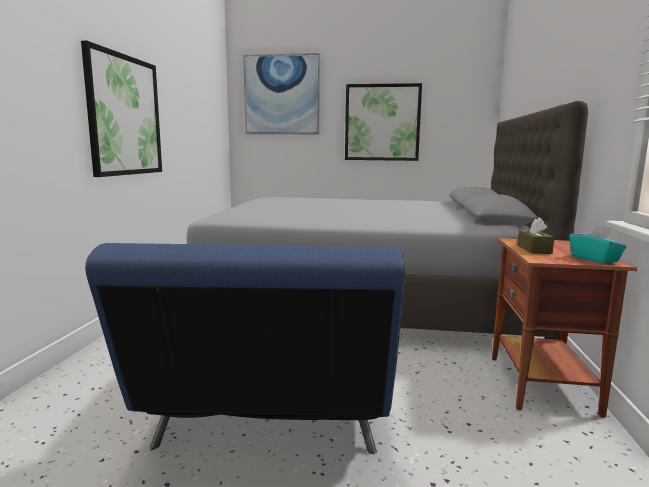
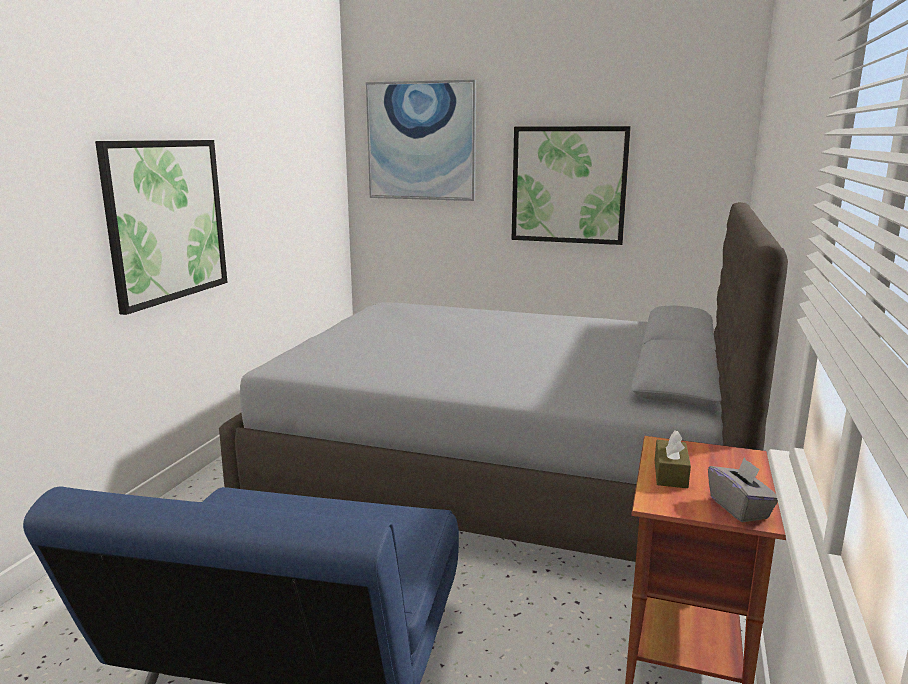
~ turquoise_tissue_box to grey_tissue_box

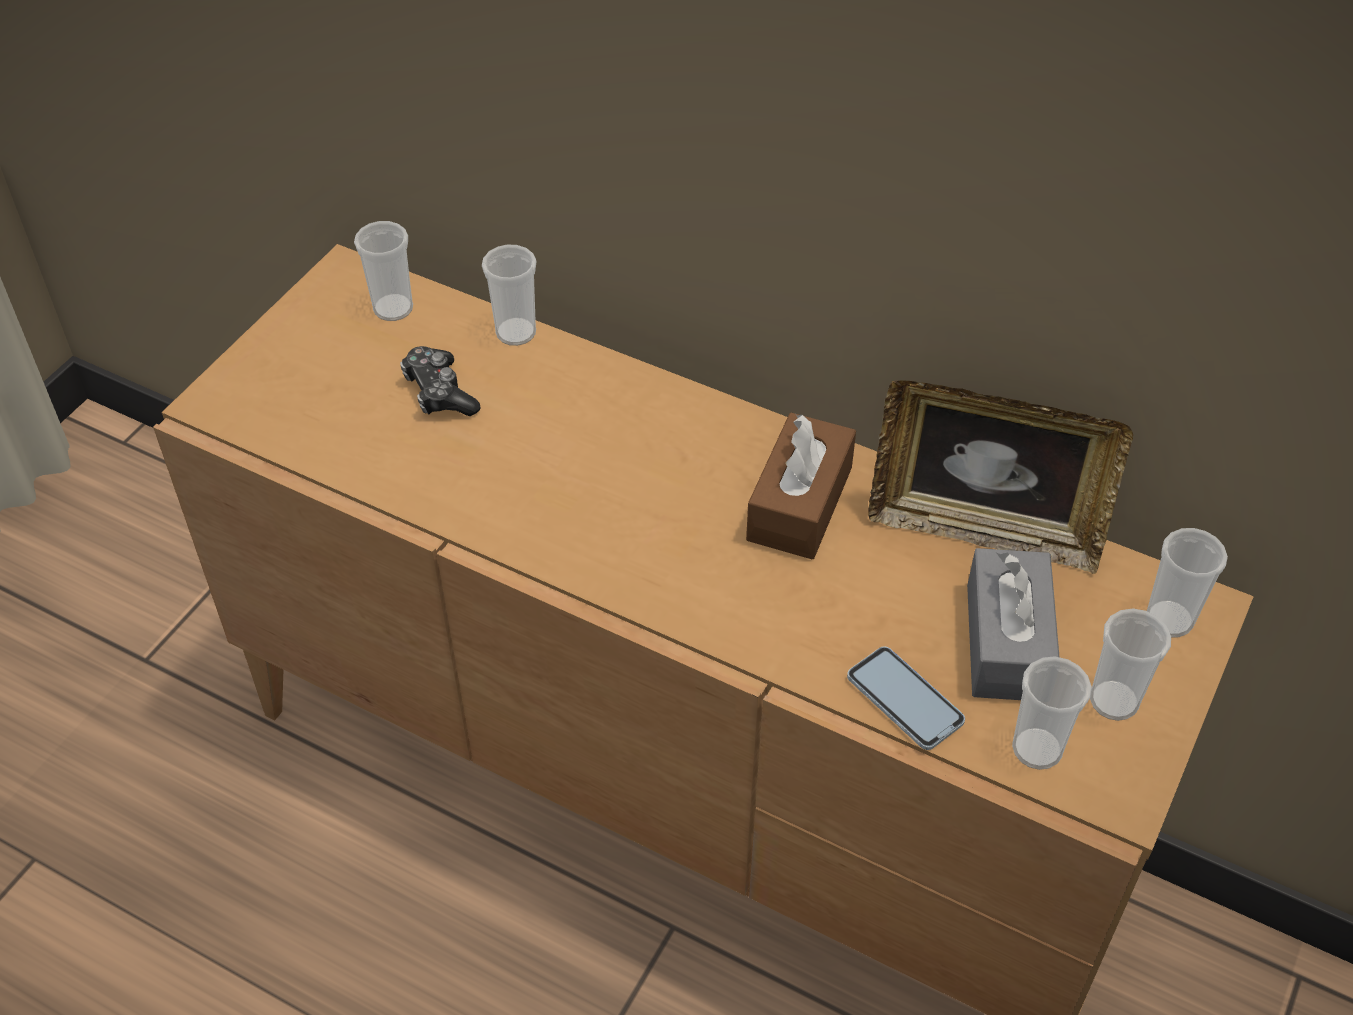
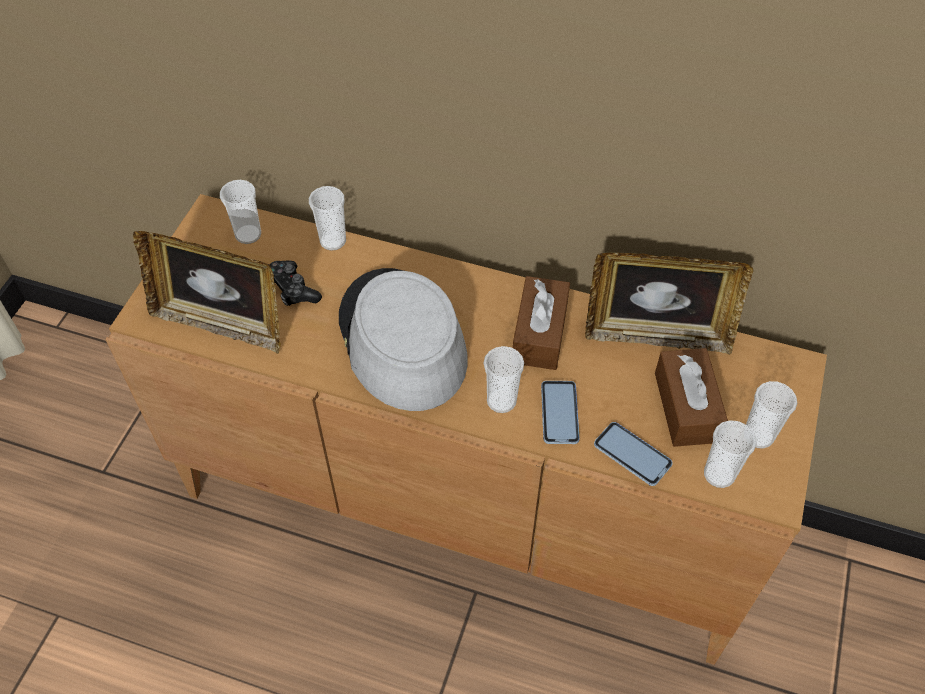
~ grey_tissue_box to brown_tissue_box (2nd from left)
~ cup (5th from left in the first image) to cup (3rd from left)
+ picture_frame (1st from left)
+ grey_hat
+ phone (1st from left)

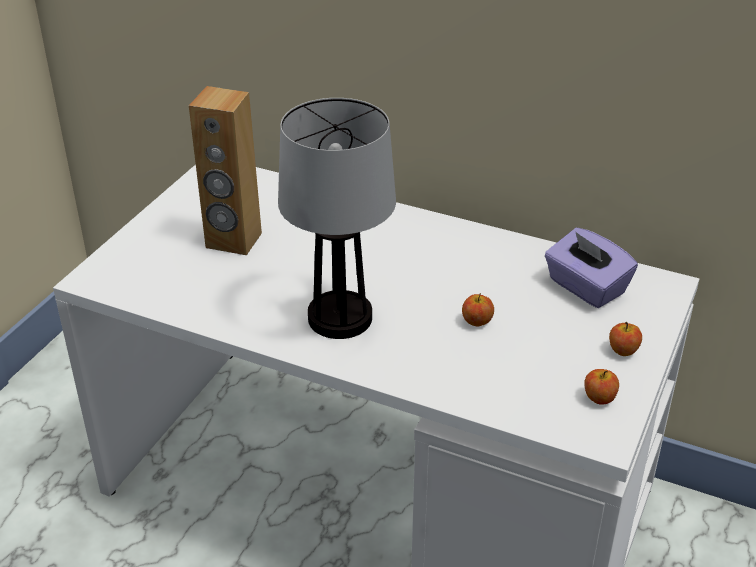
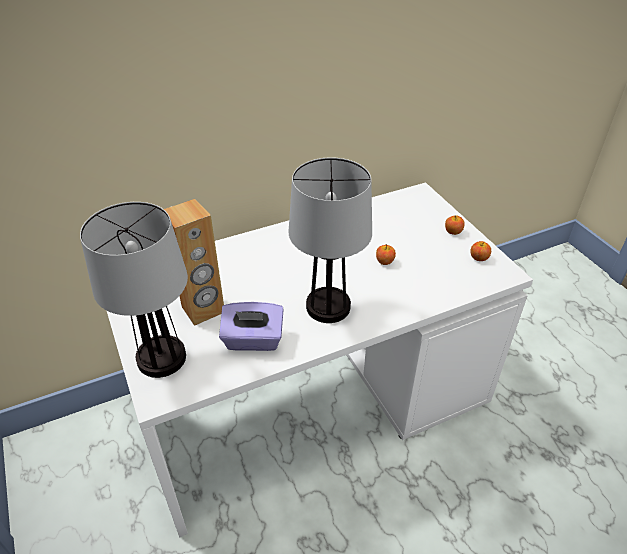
~ purple_tissue_box
+ table_lamp (1st from left)

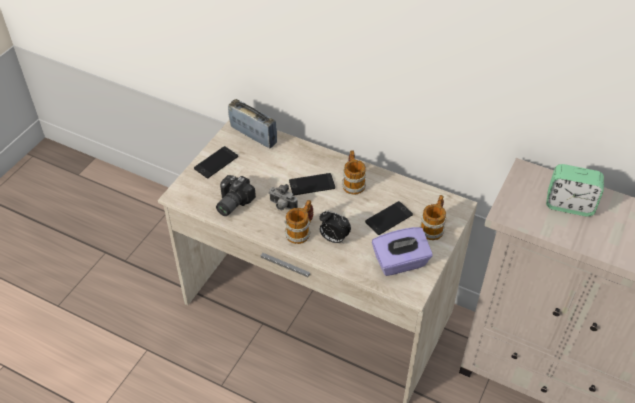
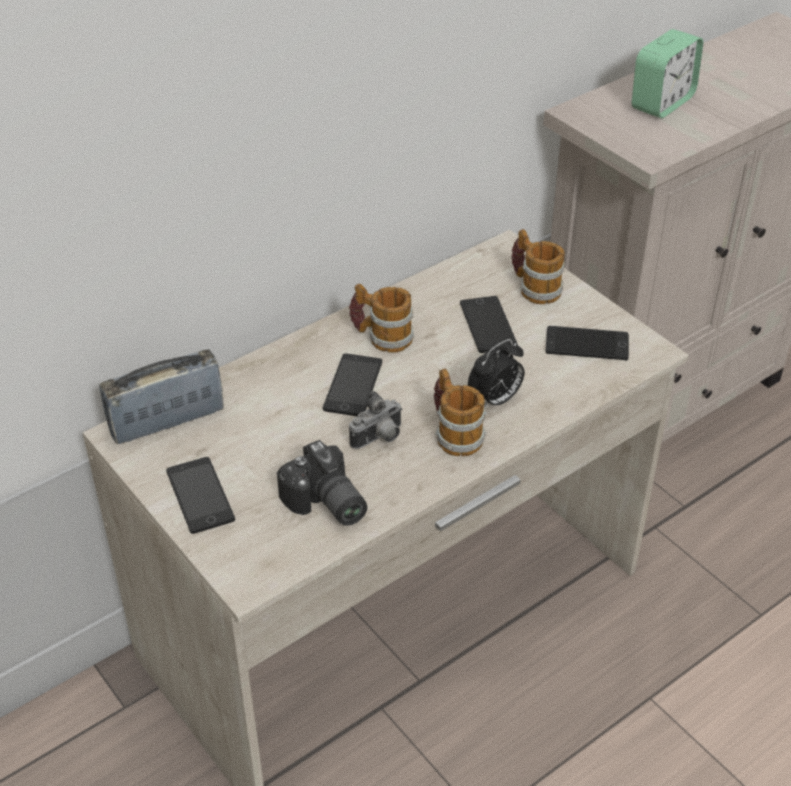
~ purple_tissue_box to phone (4th from left)

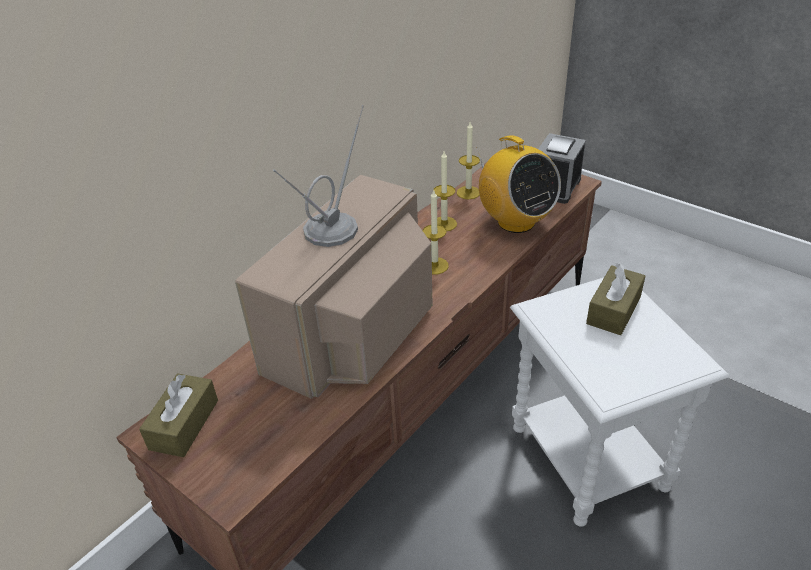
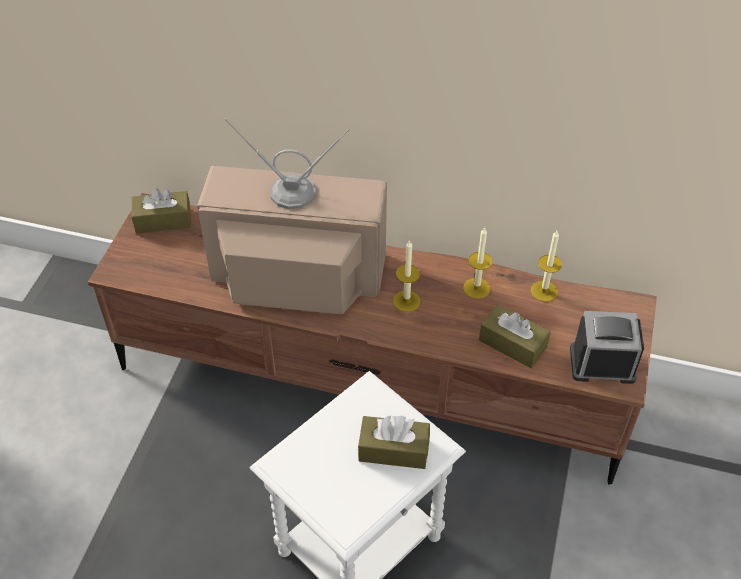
~ radio to brown_tissue_box (3rd from left)

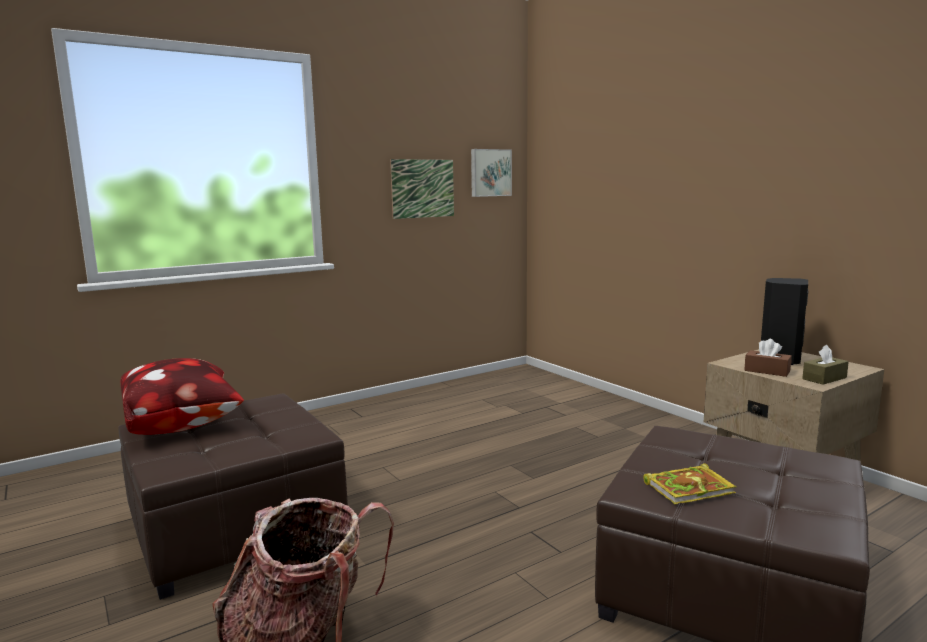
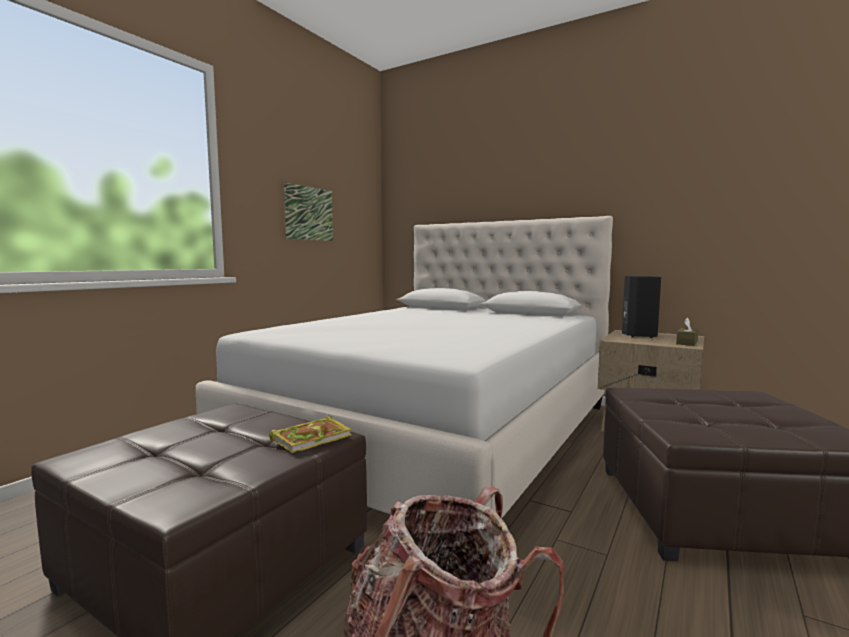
- pillow
- picture (2nd from left)
~ book
- brown_tissue_box (1st from left)
+ white_bed

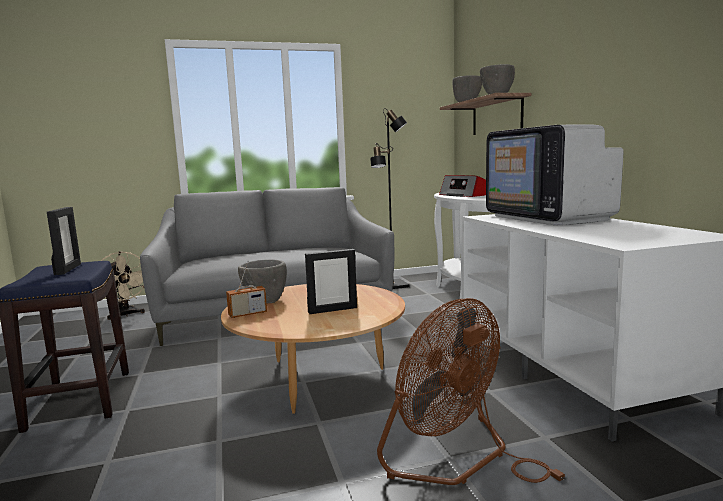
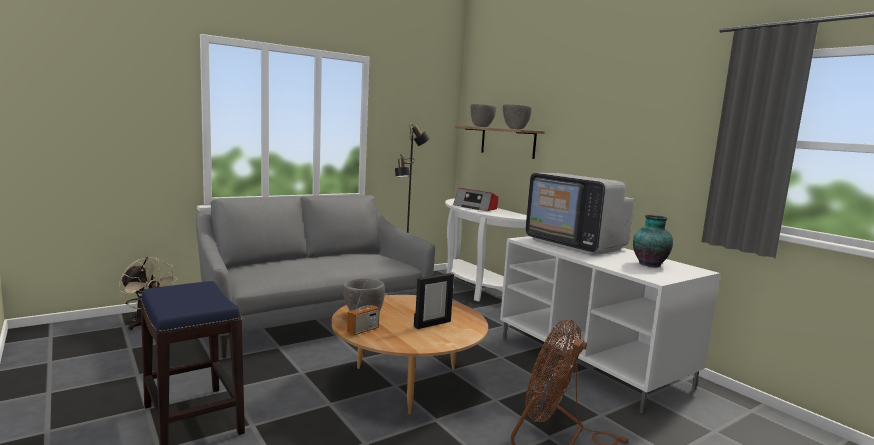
- picture_frame (1st from left)
+ vase

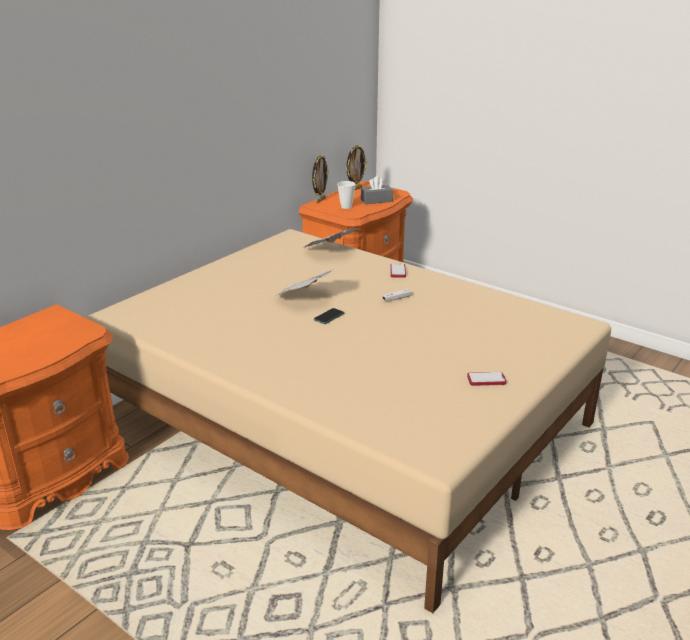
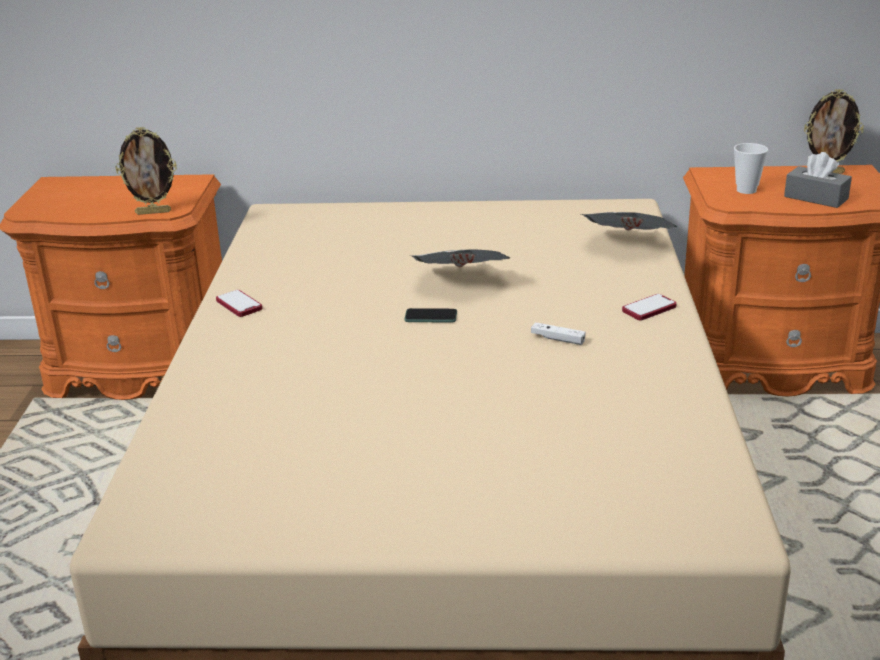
~ picture_frame (1st from left)
~ phone (3rd from left in the first image) to phone (1st from left)

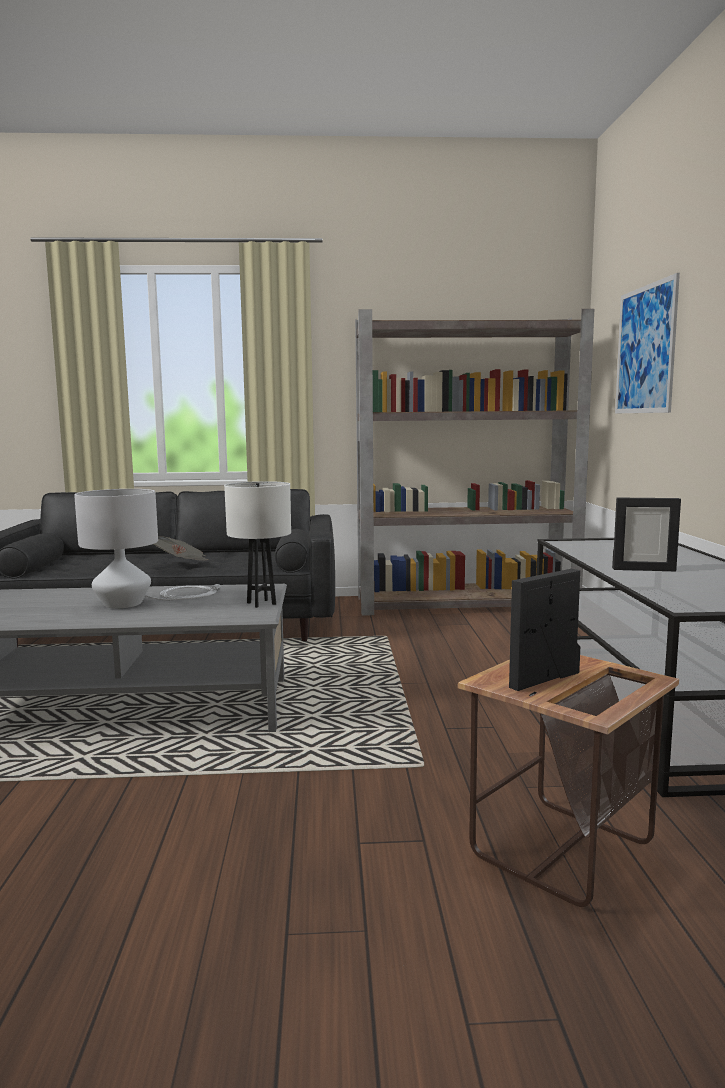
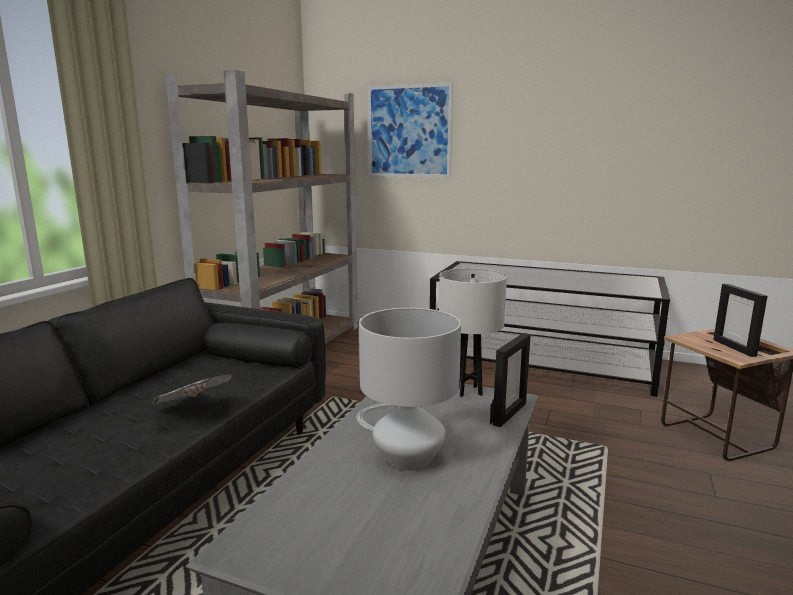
~ picture_frame (2nd from left in the first image) to picture_frame (1st from left)

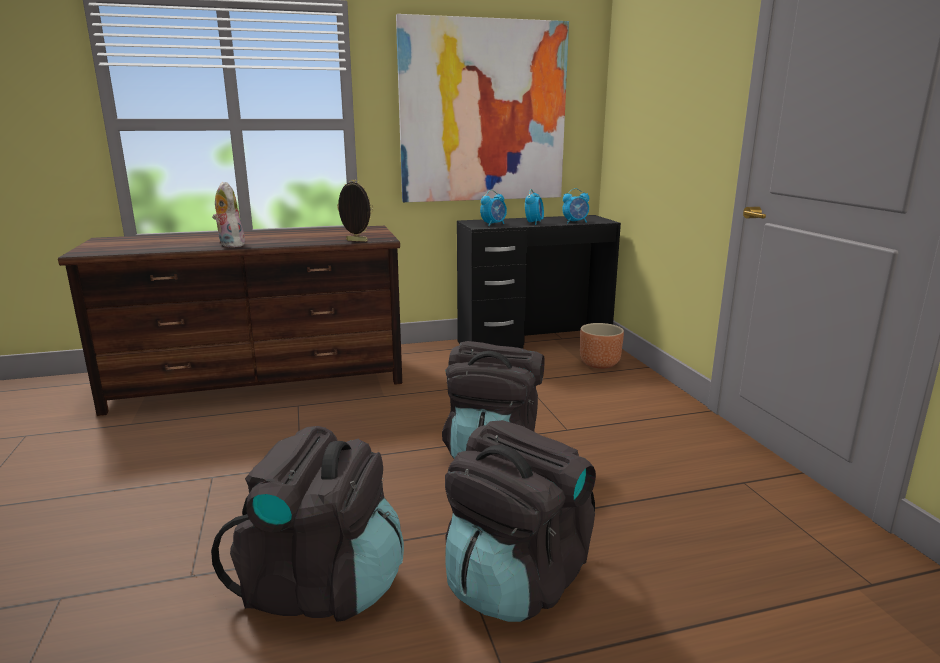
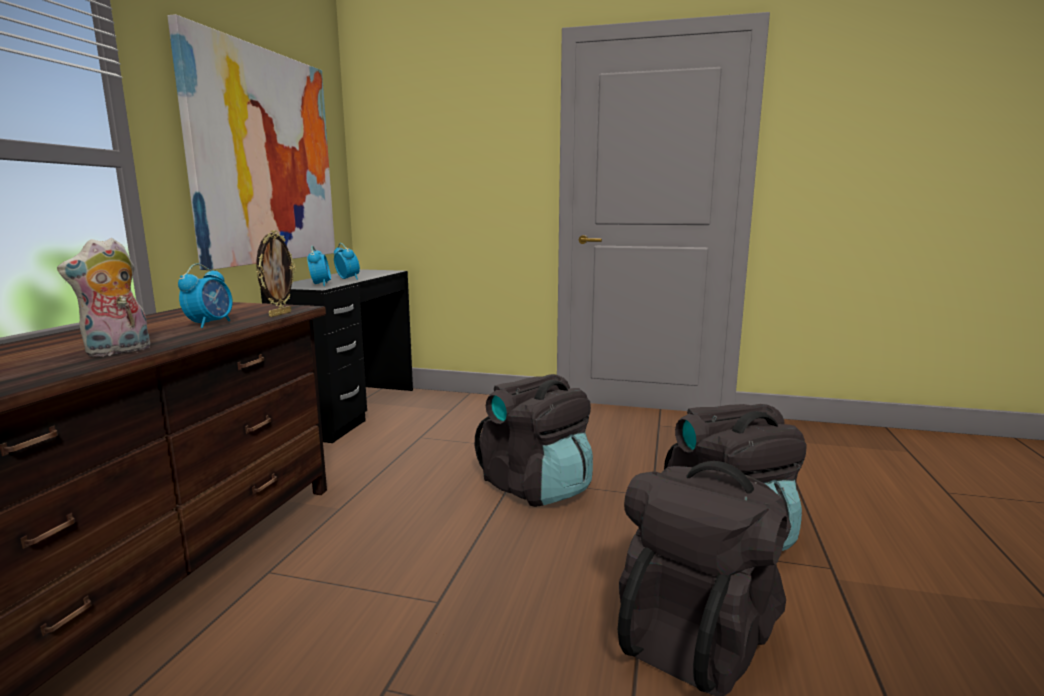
~ plush_toy 45 degrees counterclockwise
~ picture_frame 150 degrees clockwise
~ alarm_clock (3rd from left in the first image) to alarm_clock (1st from left)
- brown_planter

